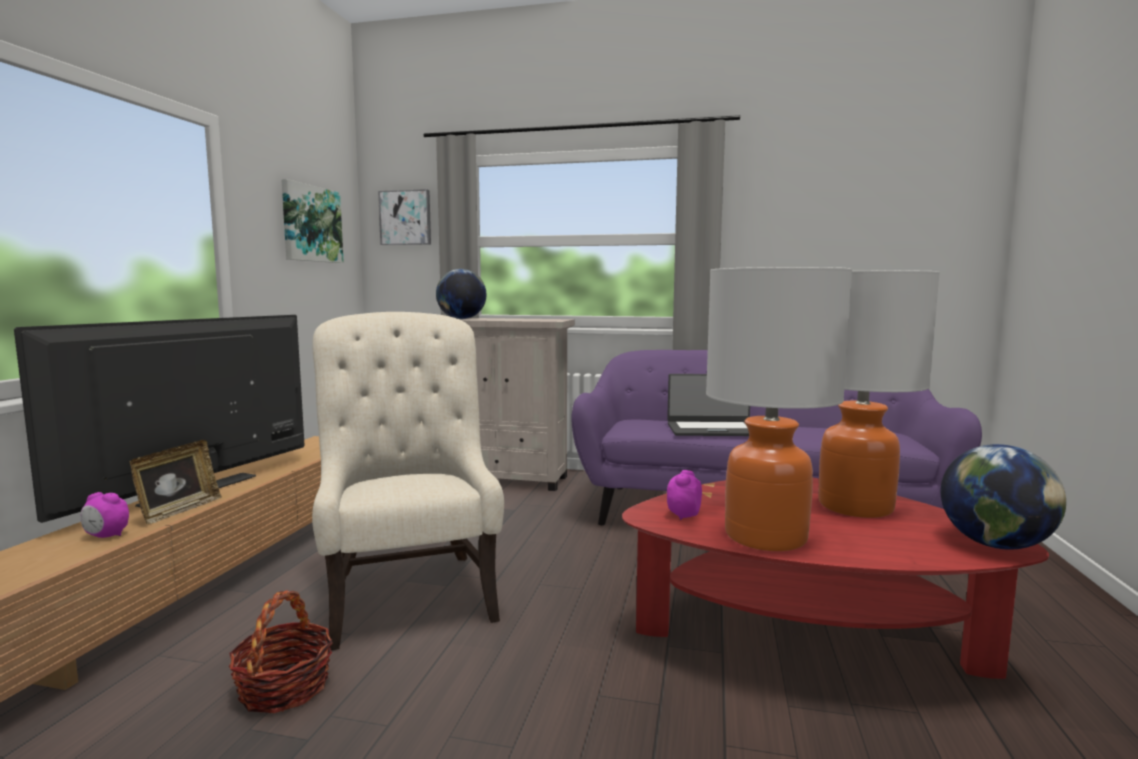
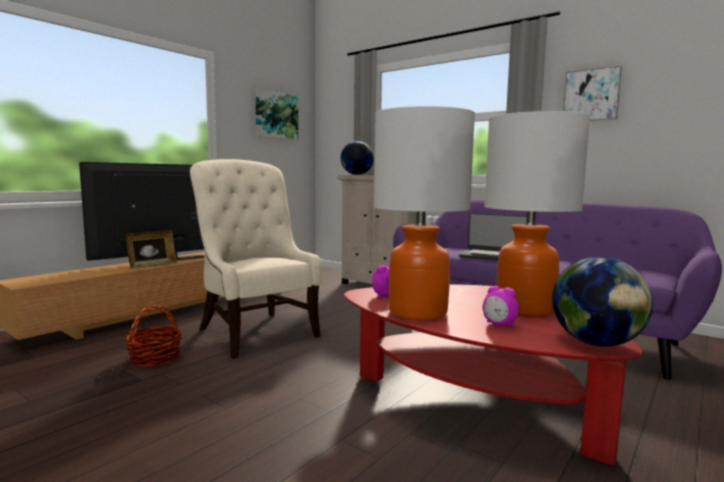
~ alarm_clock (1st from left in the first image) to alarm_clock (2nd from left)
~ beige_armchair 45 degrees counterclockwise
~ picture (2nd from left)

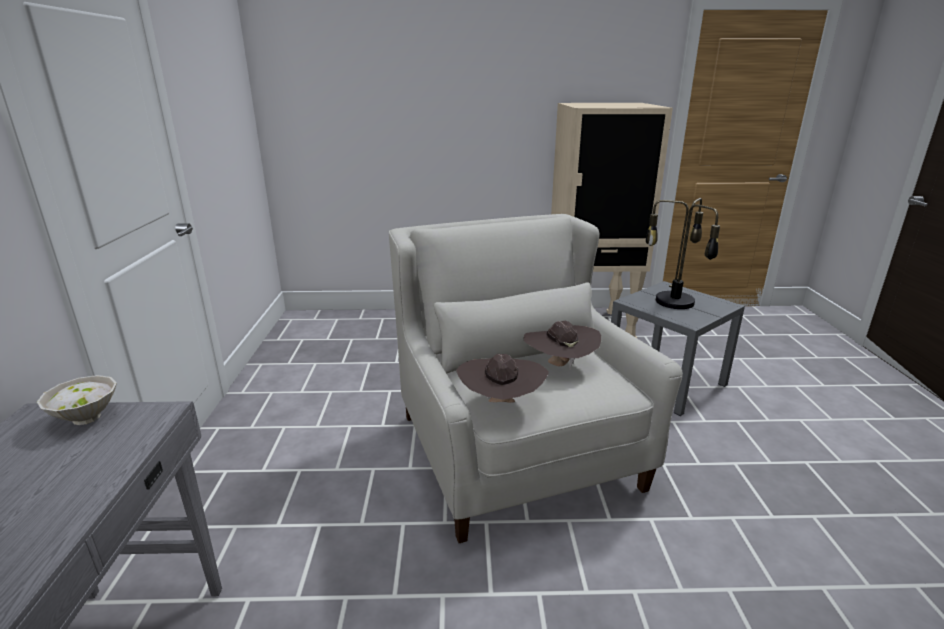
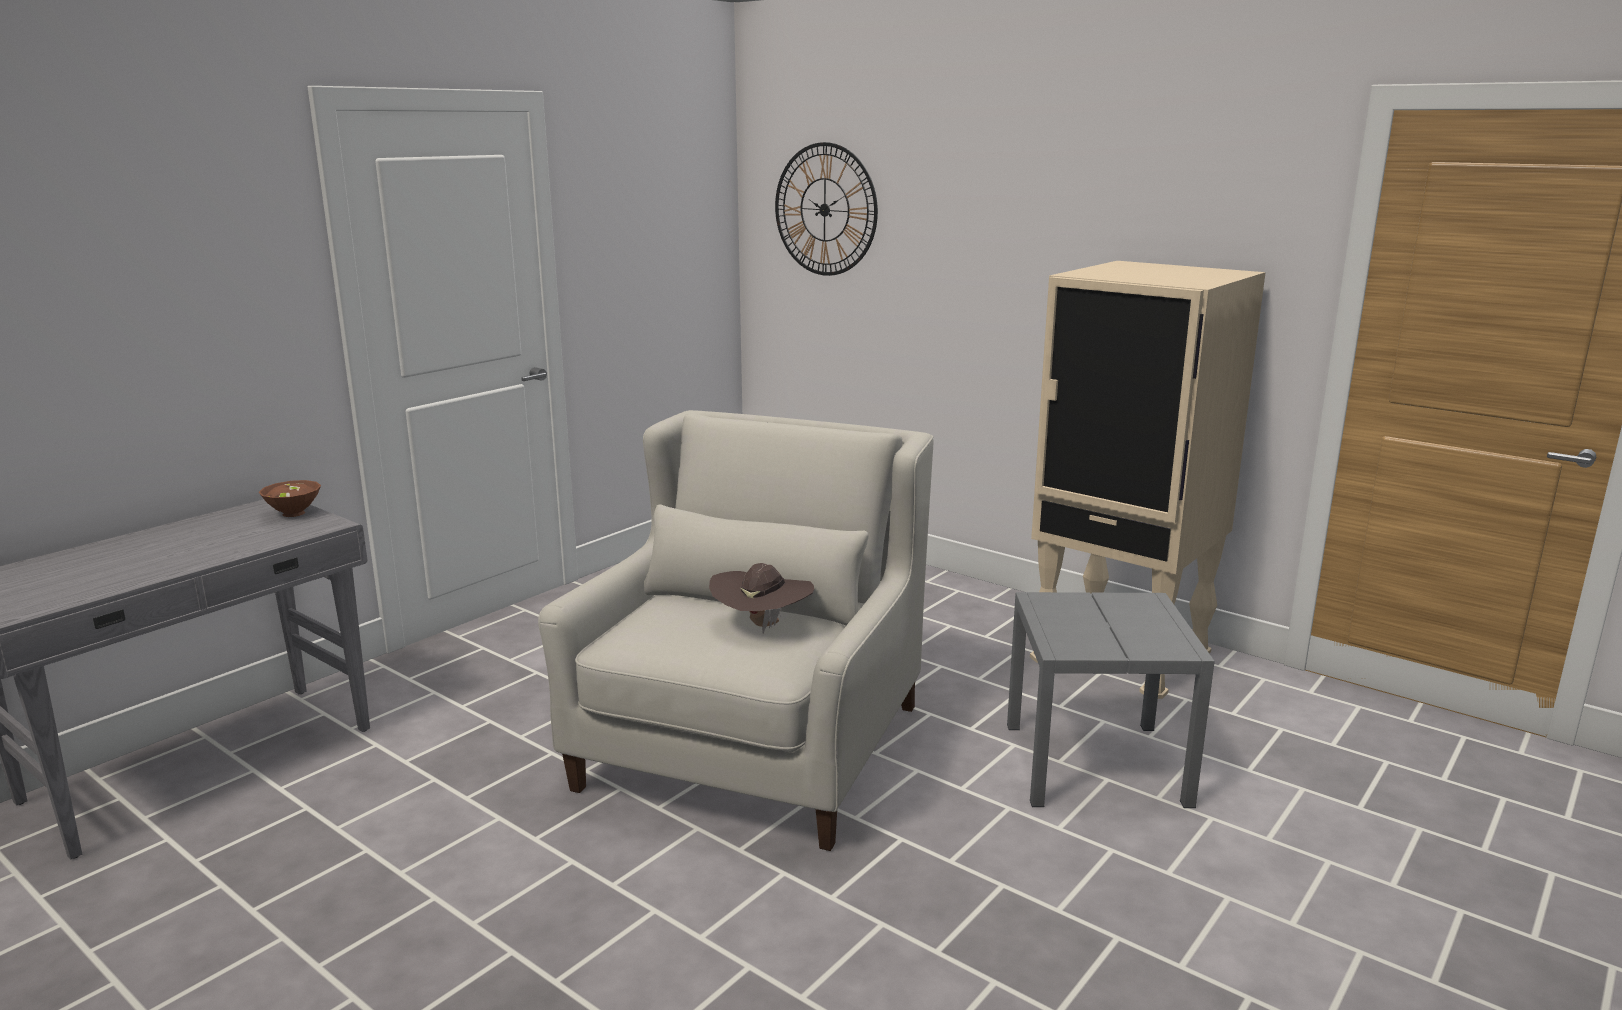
~ white_bowl to brown_bowl
- brown_hat (1st from left)
- table_lamp
+ wall_clock

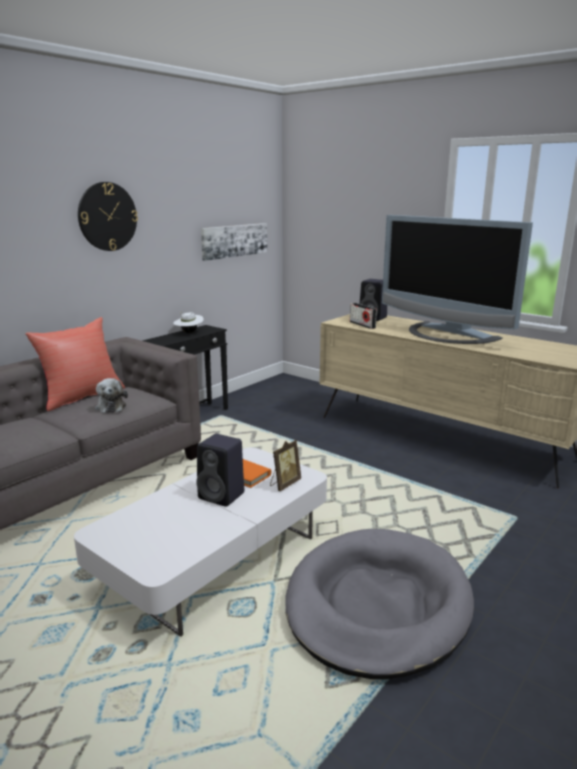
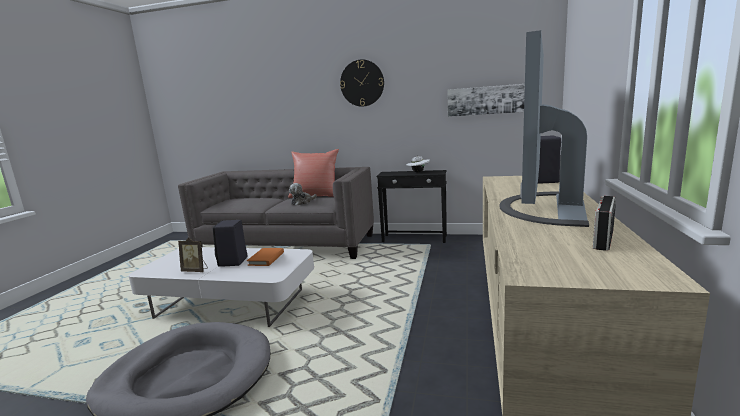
~ picture_frame
~ radio

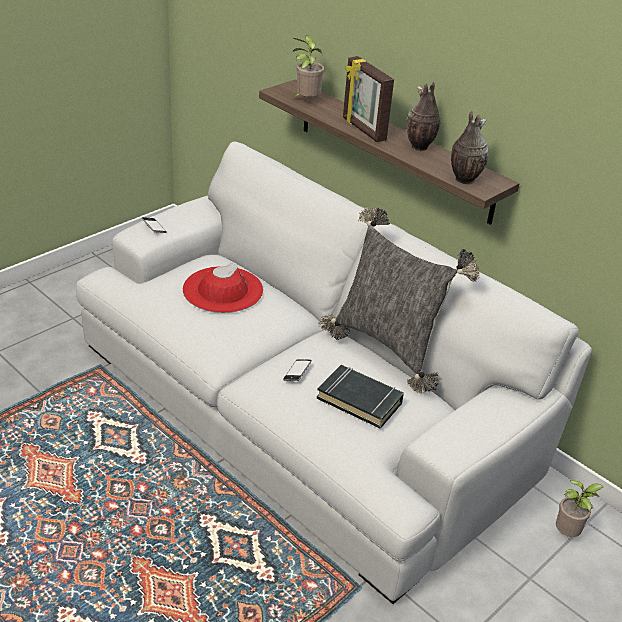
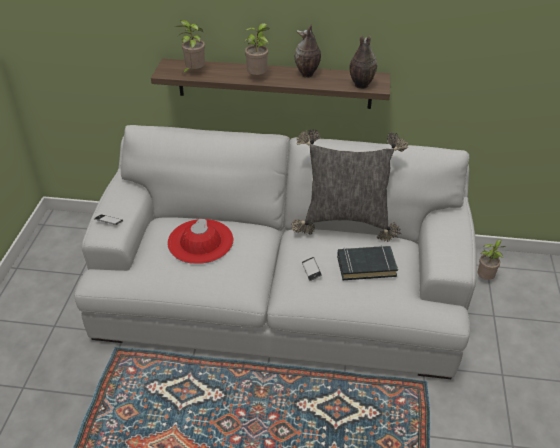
~ picture_frame to potted_plant (2nd from left)

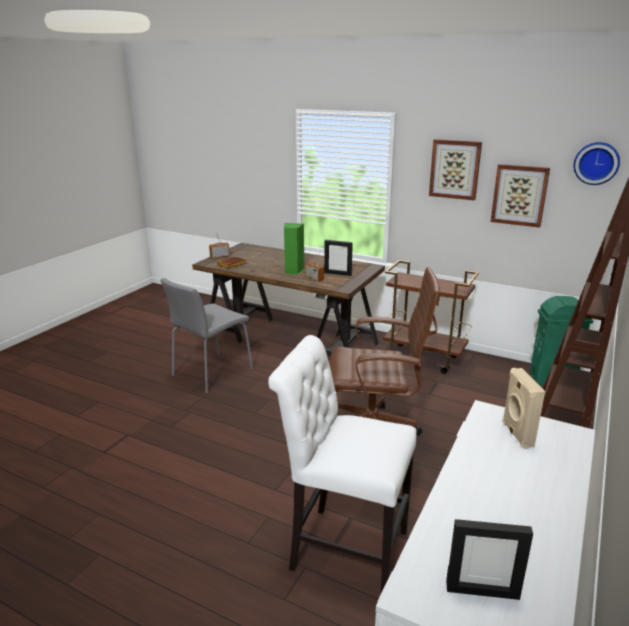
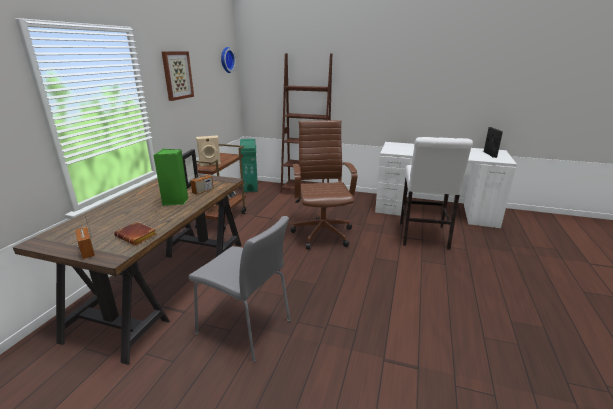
- picture (2nd from left)
~ beige_speaker

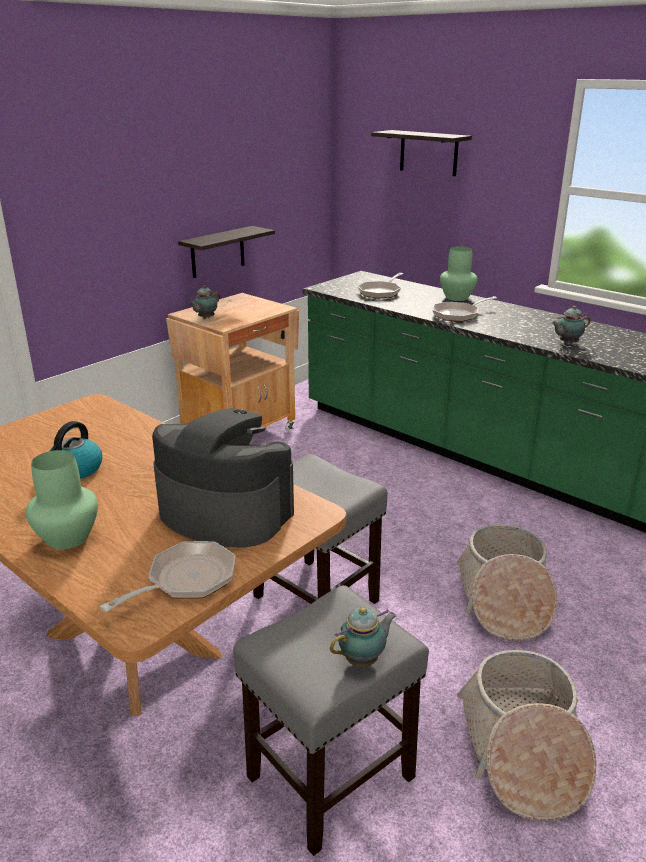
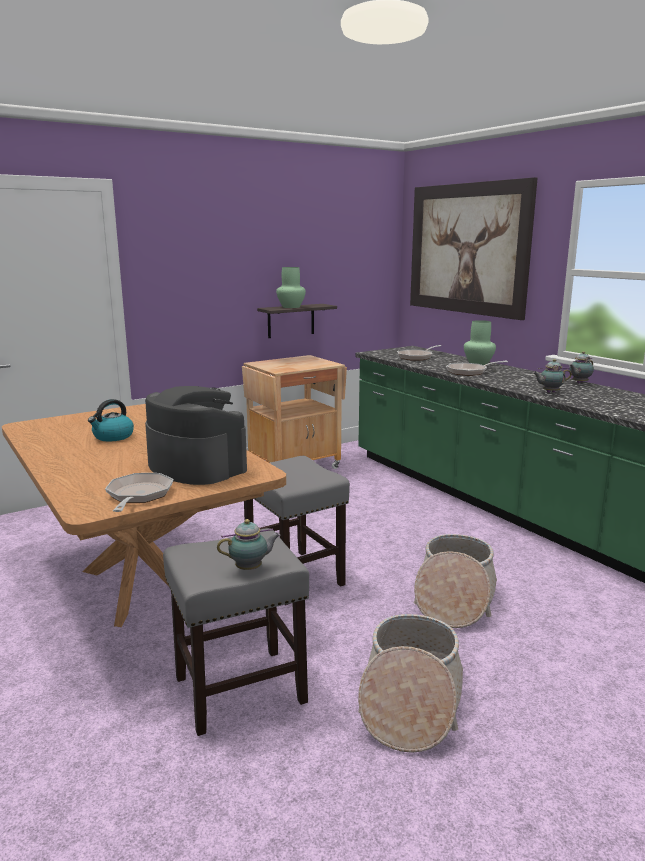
~ green_vase (1st from left)
~ frying_pan (1st from left) 60 degrees counterclockwise
~ teapot (1st from left in the first image) to teapot (3rd from left)
~ shelf (2nd from left) to picture

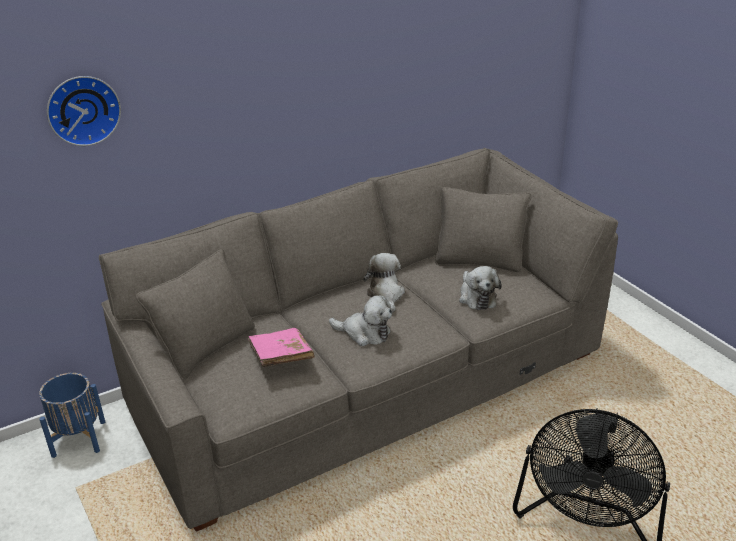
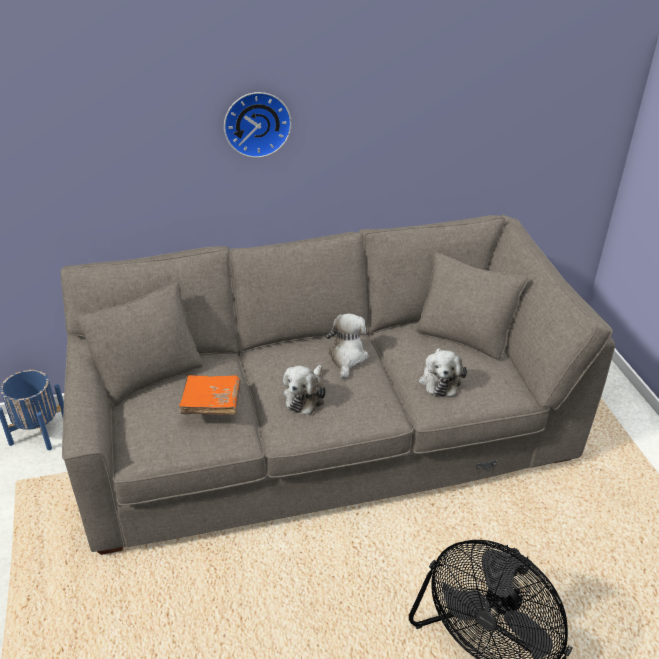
~ wall_clock
~ pink_book to orange_book
~ plush_toy (1st from left) 75 degrees clockwise

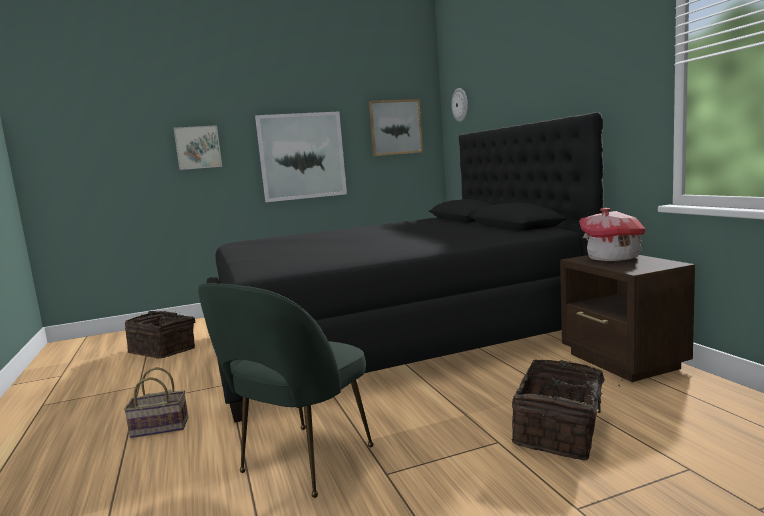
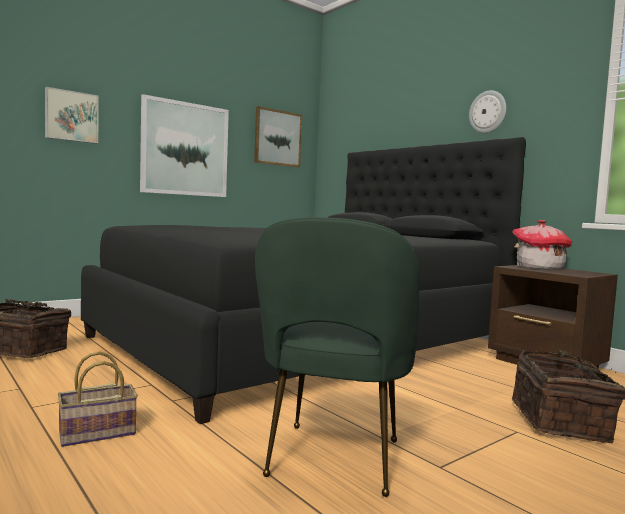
~ wall_clock

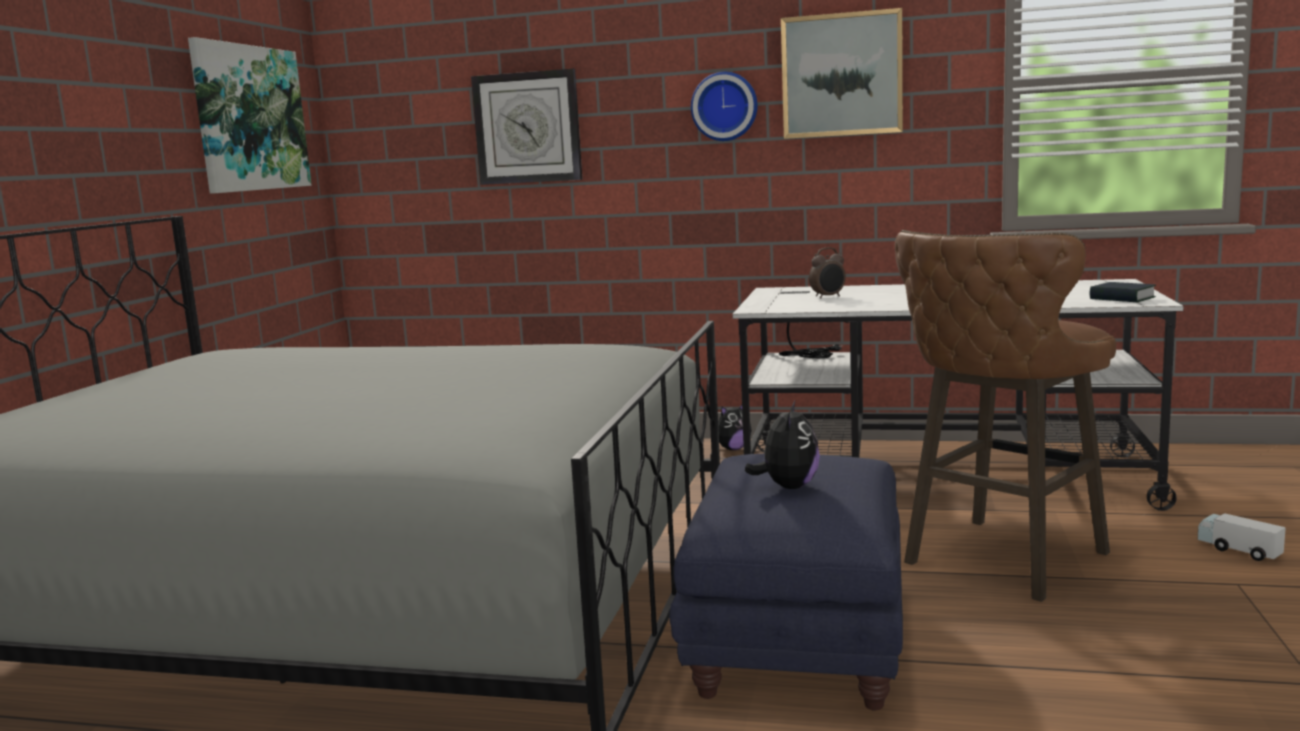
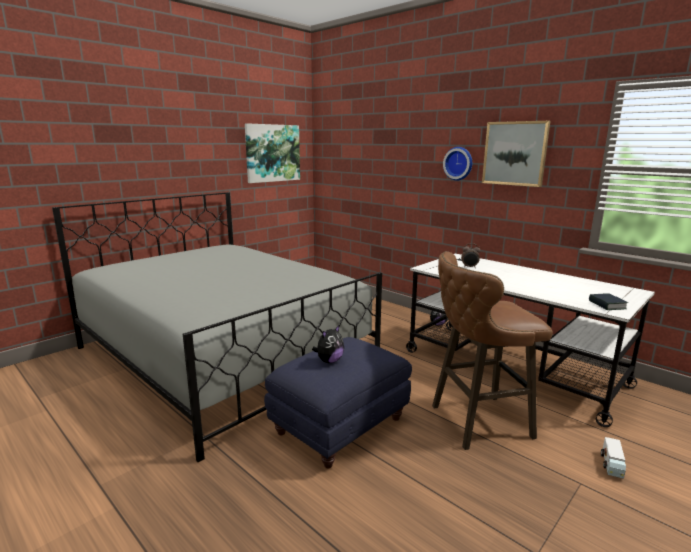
- wall_clock (1st from left)
~ toy_truck 150 degrees counterclockwise

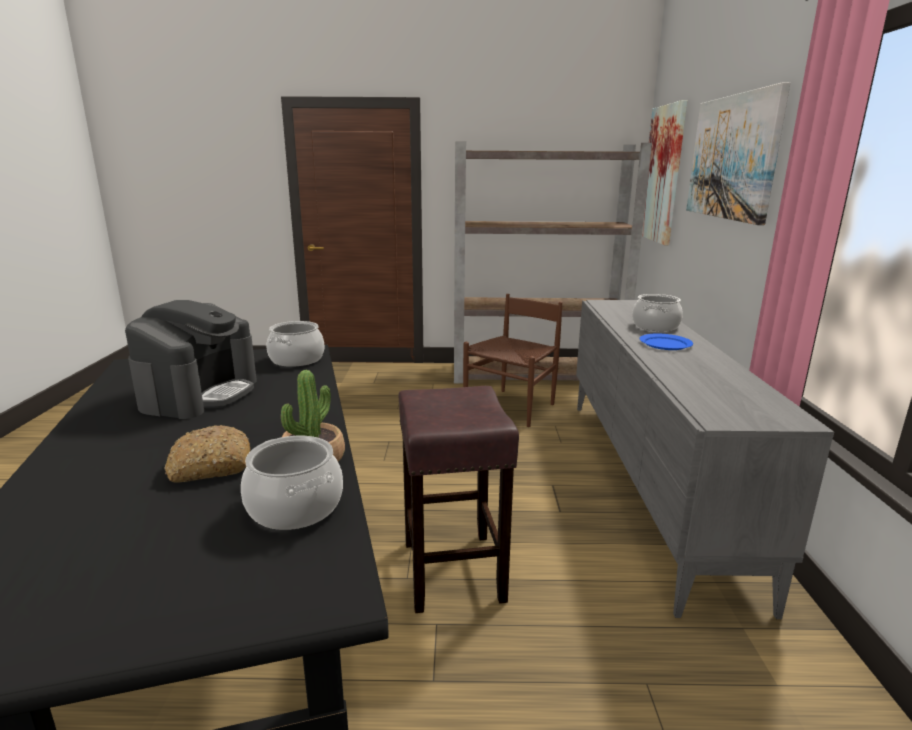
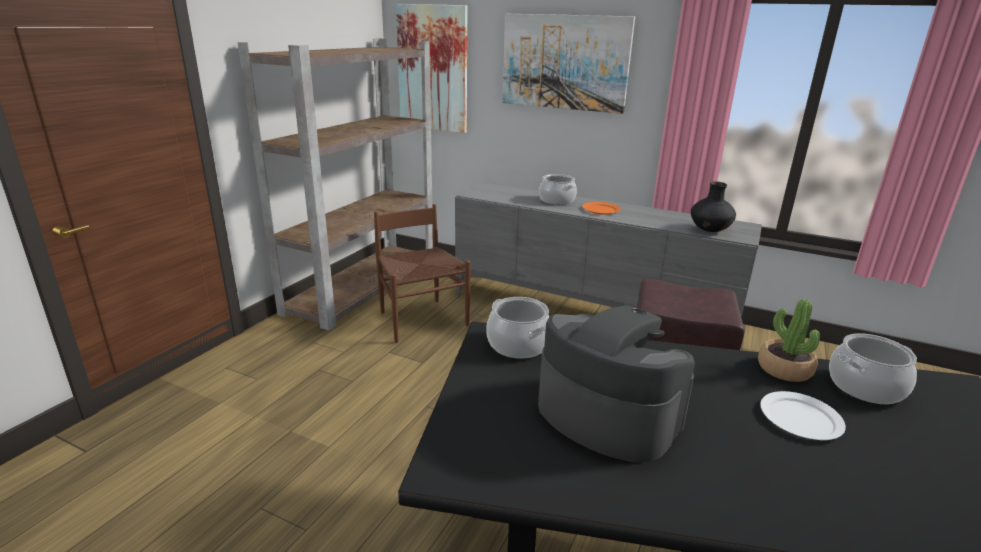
~ bread to white_plate
~ blue_plate to orange_plate
+ black_vase

